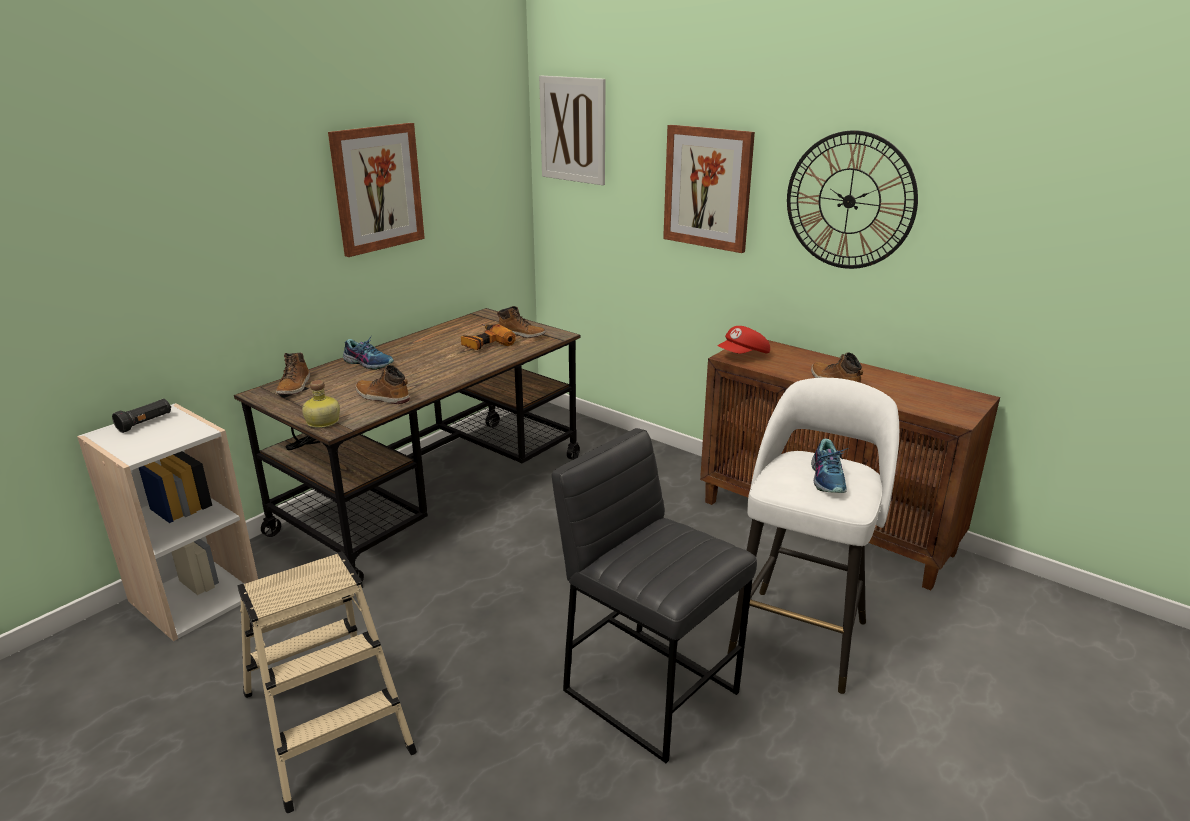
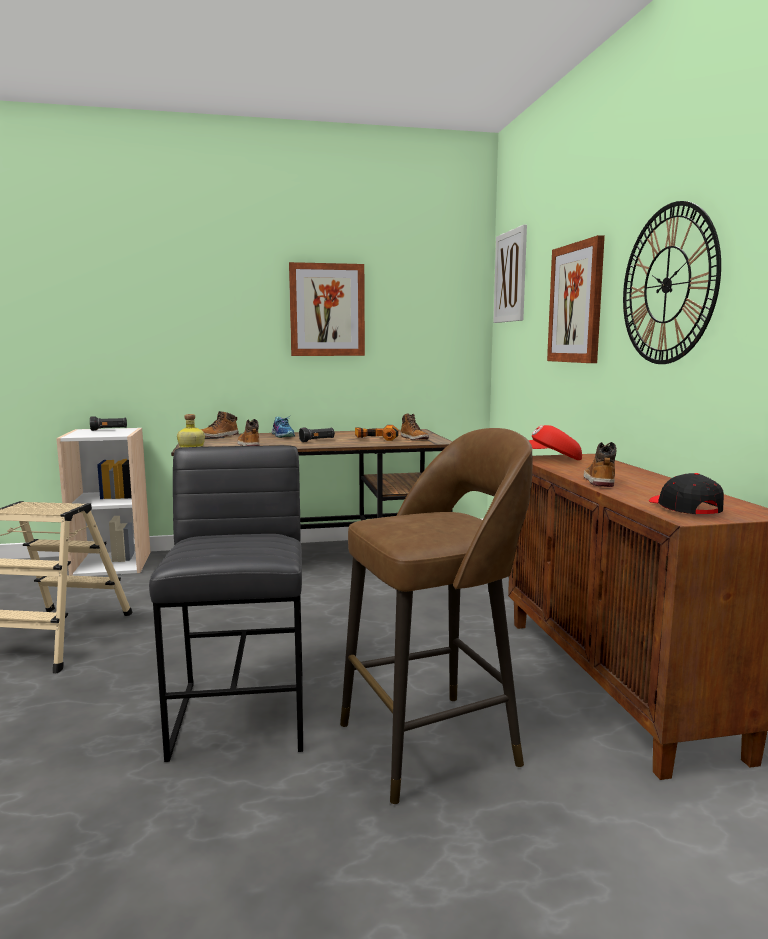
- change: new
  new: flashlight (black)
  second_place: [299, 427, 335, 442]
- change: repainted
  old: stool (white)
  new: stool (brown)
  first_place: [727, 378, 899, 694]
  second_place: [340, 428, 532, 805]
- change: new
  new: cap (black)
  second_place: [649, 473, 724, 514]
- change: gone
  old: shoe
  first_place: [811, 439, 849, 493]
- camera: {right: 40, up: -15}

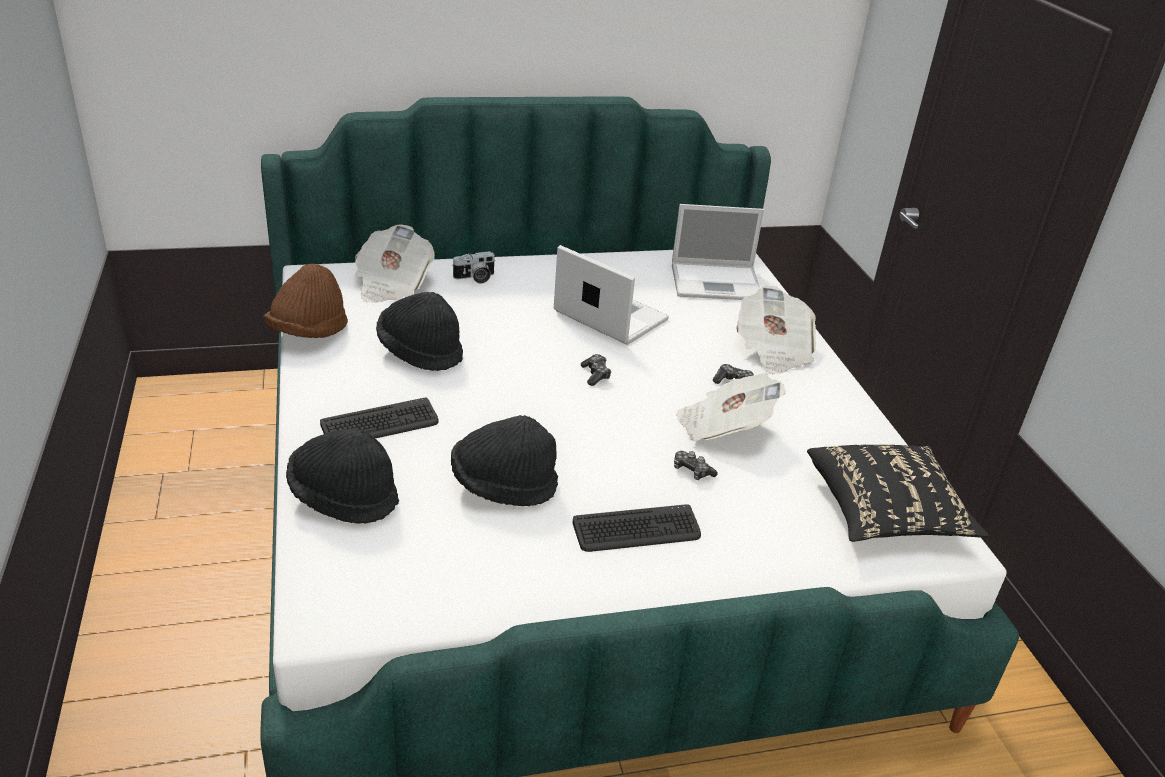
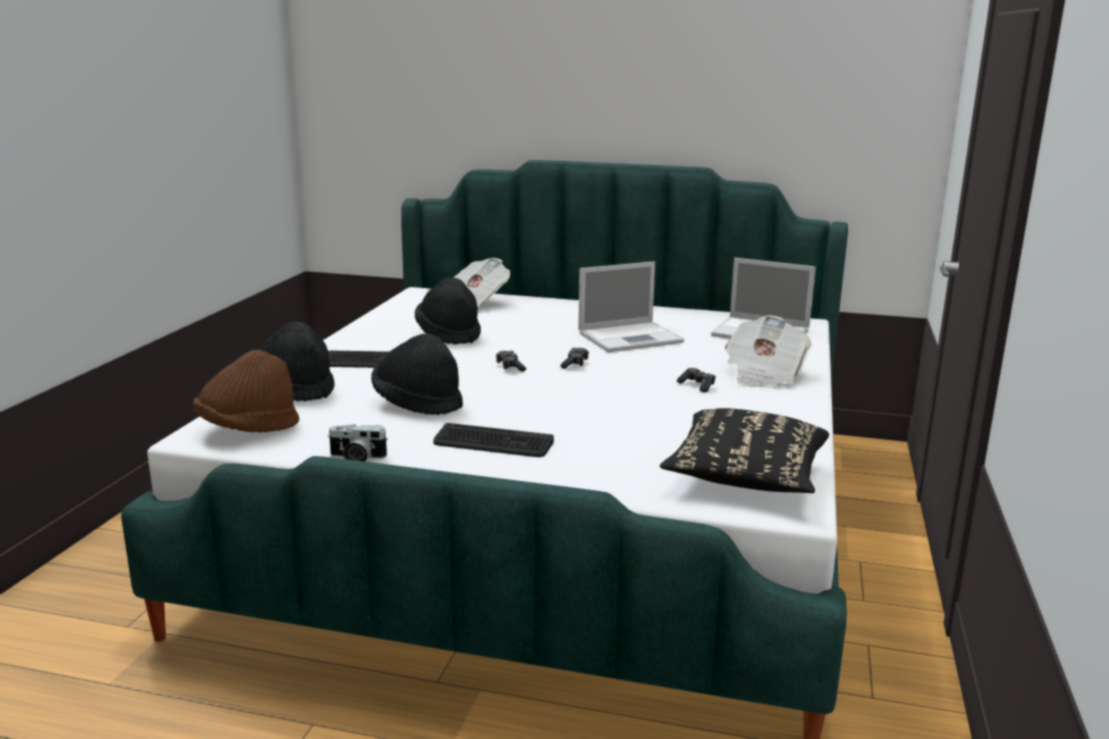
- change: shifted
  old: hat (brown)
  first_place: [264, 264, 348, 338]
  second_place: [193, 350, 299, 433]
- change: shifted
  old: photo camera
  first_place: [453, 251, 496, 284]
  second_place: [328, 424, 388, 462]
- change: shifted
  old: game controller
  first_place: [674, 451, 718, 480]
  second_place: [496, 350, 526, 372]
- change: rotated
  old: laptop
  first_place: [554, 245, 669, 345]
  second_place: [578, 261, 684, 352]
  degrees: 90
- change: gone
  old: newspaper
  first_place: [676, 373, 786, 442]
- camera: {right: 30, up: -15}

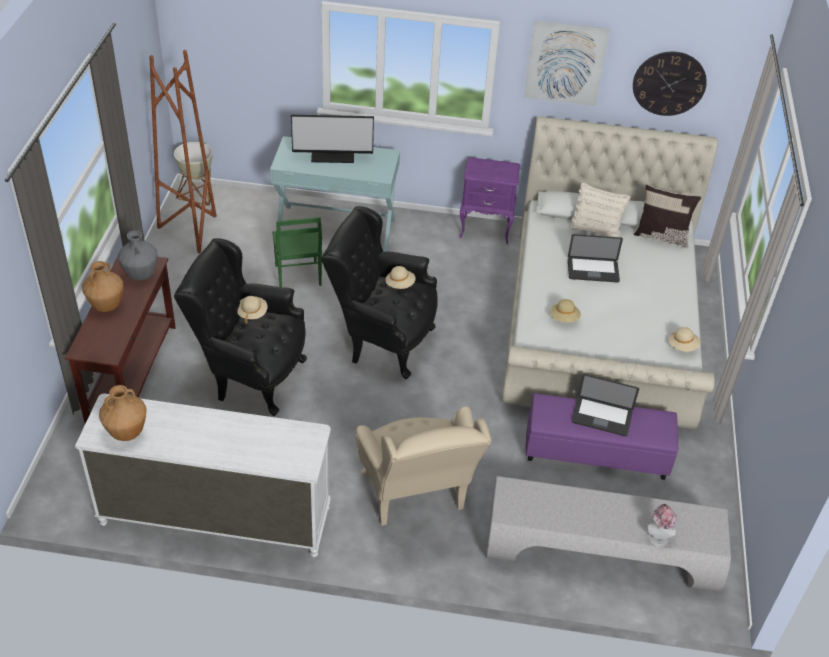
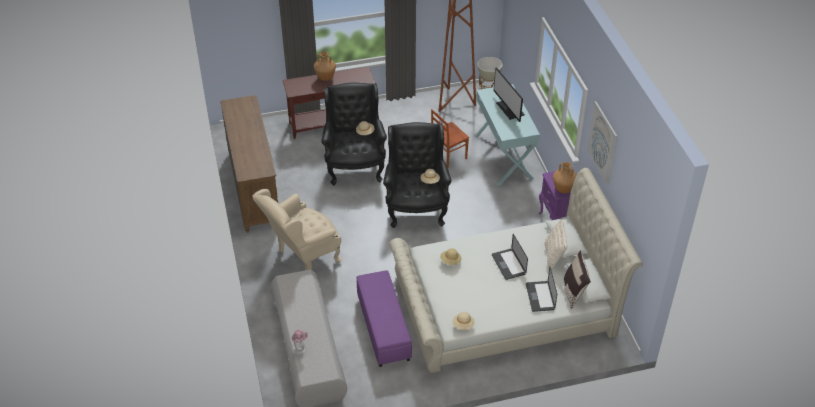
- change: repainted
  old: dresser (white)
  new: dresser (brown)
  first_place: [75, 394, 331, 557]
  second_place: [220, 95, 278, 233]
- change: repainted
  old: chair (green)
  new: chair (brown)
  first_place: [272, 217, 322, 287]
  second_place: [431, 109, 469, 168]
- change: shifted
  old: laptop
  first_place: [571, 374, 639, 436]
  second_place: [526, 267, 557, 312]
- change: shifted
  old: vase (brown)
  first_place: [99, 385, 147, 441]
  second_place: [553, 162, 577, 193]
- change: gone
  old: vase (grey)
  first_place: [118, 230, 158, 281]
- change: gone
  old: wall clock
  first_place: [633, 52, 707, 116]
- camera: {right: 70, up: 0}

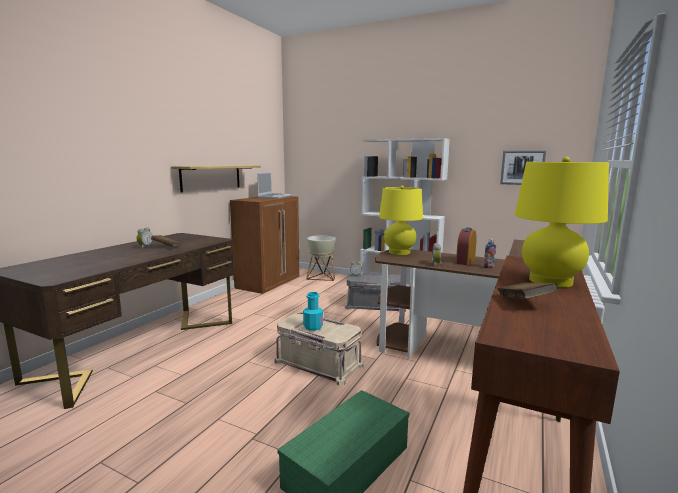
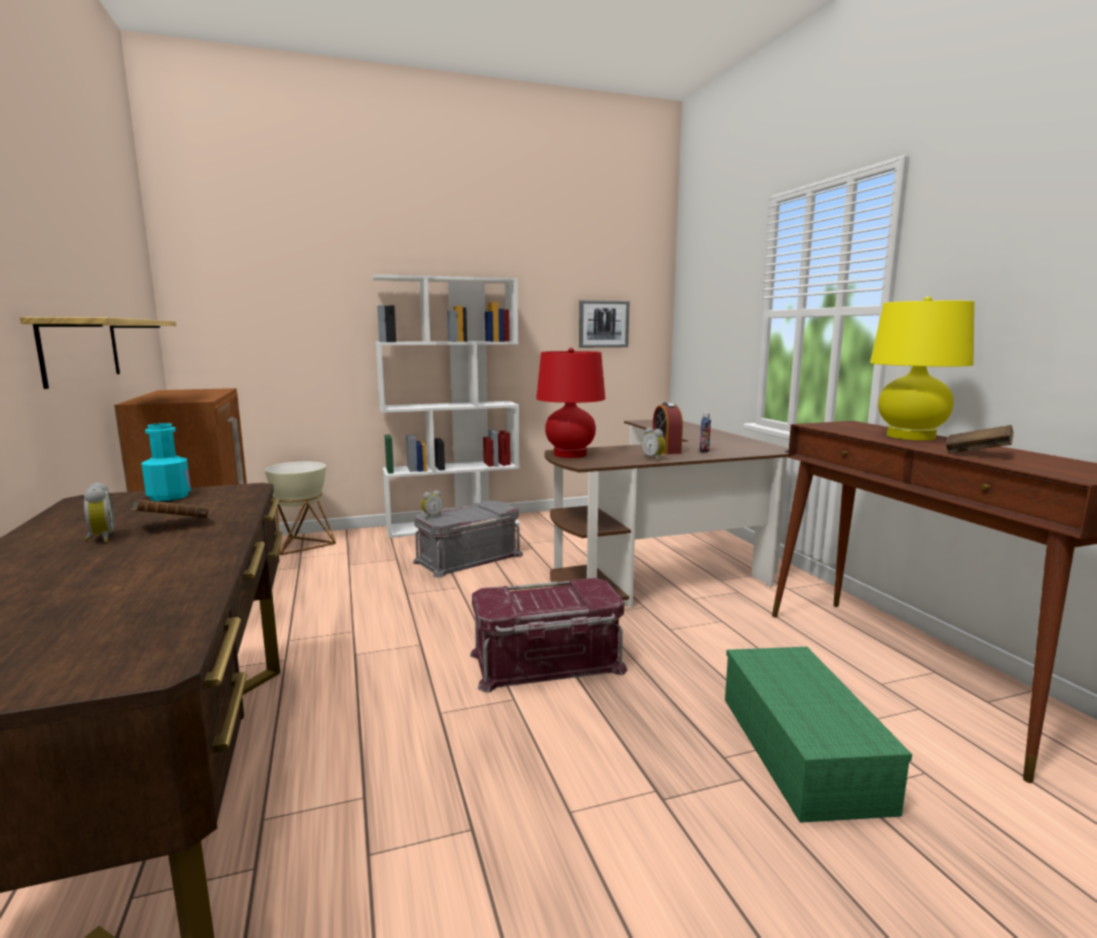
- change: shifted
  old: bottle (turquoise)
  first_place: [303, 292, 323, 331]
  second_place: [141, 423, 191, 501]
- change: repainted
  old: storage box (beige)
  new: storage box (red)
  first_place: [274, 313, 364, 385]
  second_place: [470, 578, 627, 693]
- change: repainted
  old: table lamp (yellow)
  new: table lamp (red)
  first_place: [379, 185, 423, 255]
  second_place: [536, 348, 605, 458]
- change: gone
  old: laptop
  first_place: [257, 172, 291, 199]
- camera: {right: -45, up: 0}

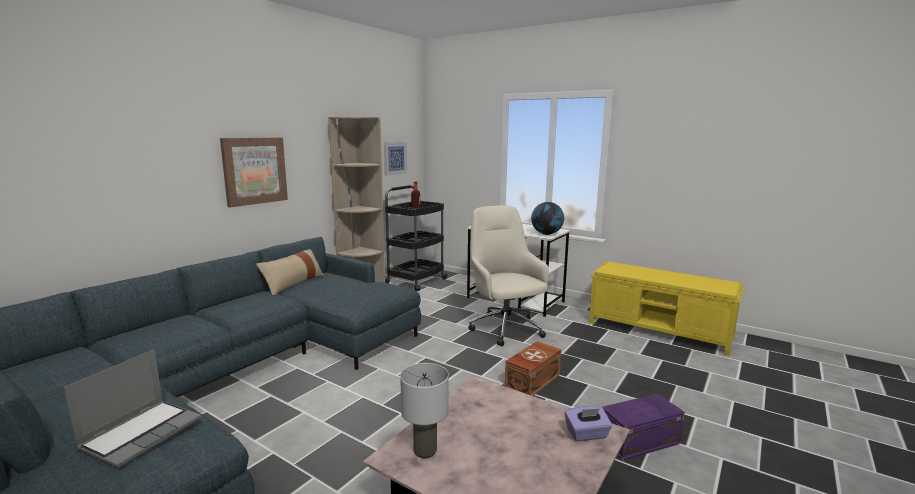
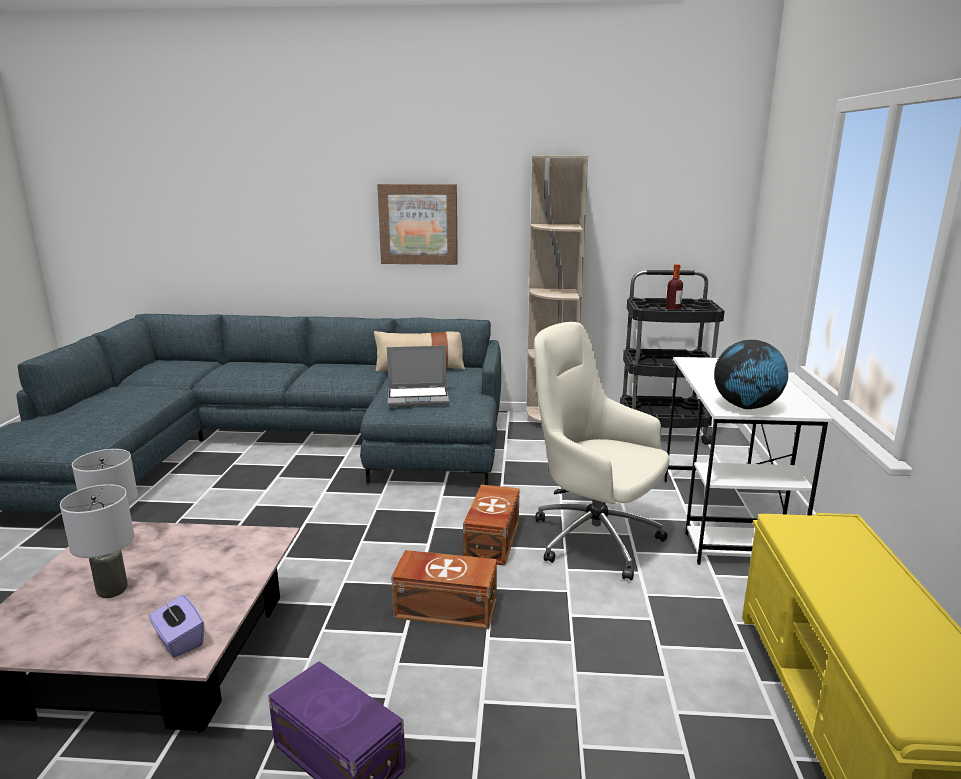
- change: new
  new: table lamp (white)
  second_place: [60, 484, 134, 598]
- change: shifted
  old: laptop
  first_place: [64, 350, 201, 468]
  second_place: [387, 346, 449, 407]
- change: new
  new: storage box (brown)
  second_place: [463, 485, 520, 566]
- change: rotated
  old: office chair (beige)
  first_place: [469, 205, 549, 346]
  second_place: [534, 322, 670, 581]
  degrees: -90
- change: gone
  old: picture
  first_place: [384, 142, 408, 176]
- camera: {right: 60, up: 5}

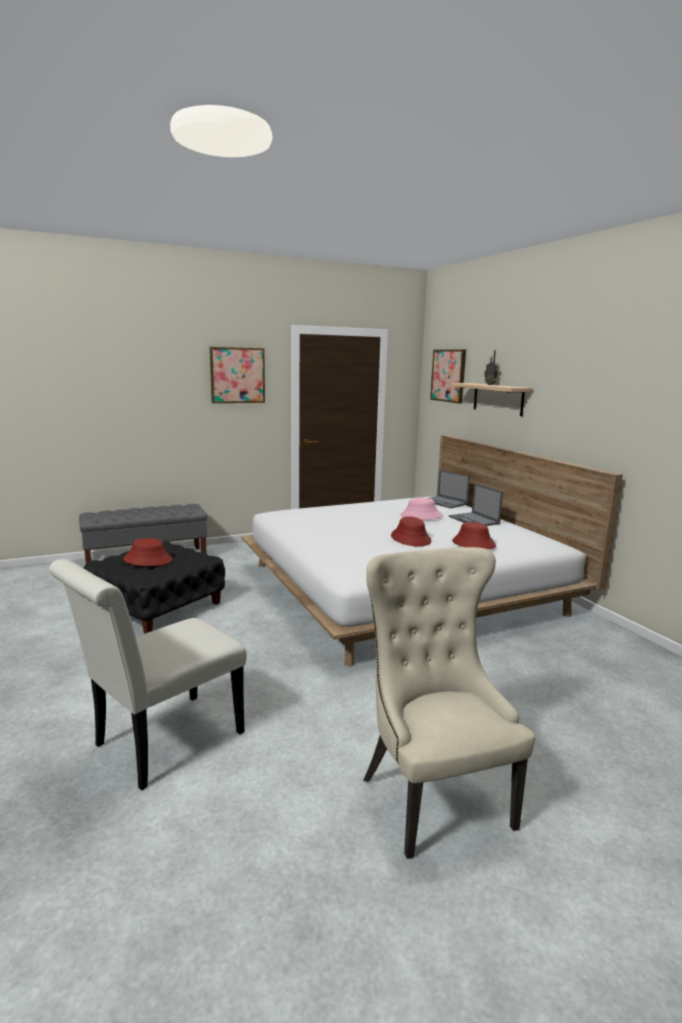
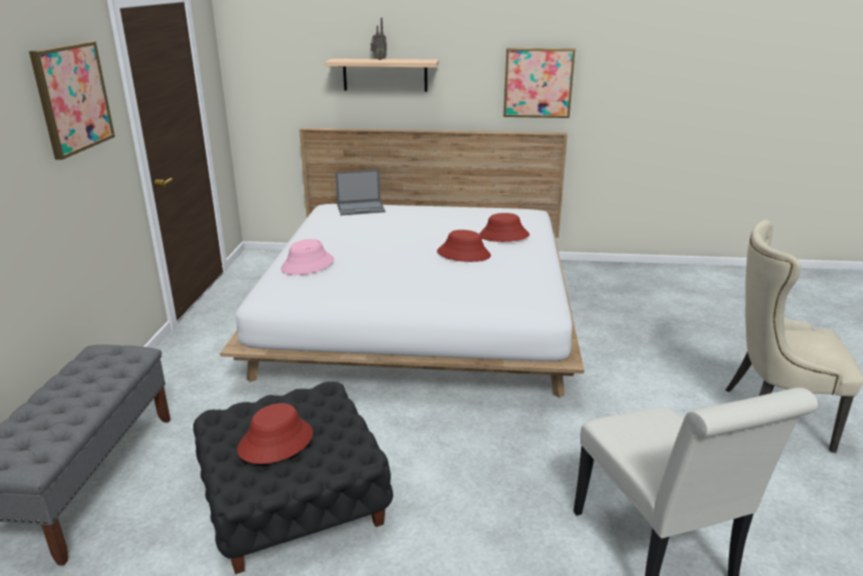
- change: shifted
  old: hat (pink)
  first_place: [401, 498, 443, 520]
  second_place: [281, 239, 334, 275]
- change: shifted
  old: picture
  first_place: [430, 350, 466, 403]
  second_place: [503, 48, 575, 118]
- change: gone
  old: laptop
  first_place: [449, 483, 503, 526]
- camera: {right: -60, up: 10}

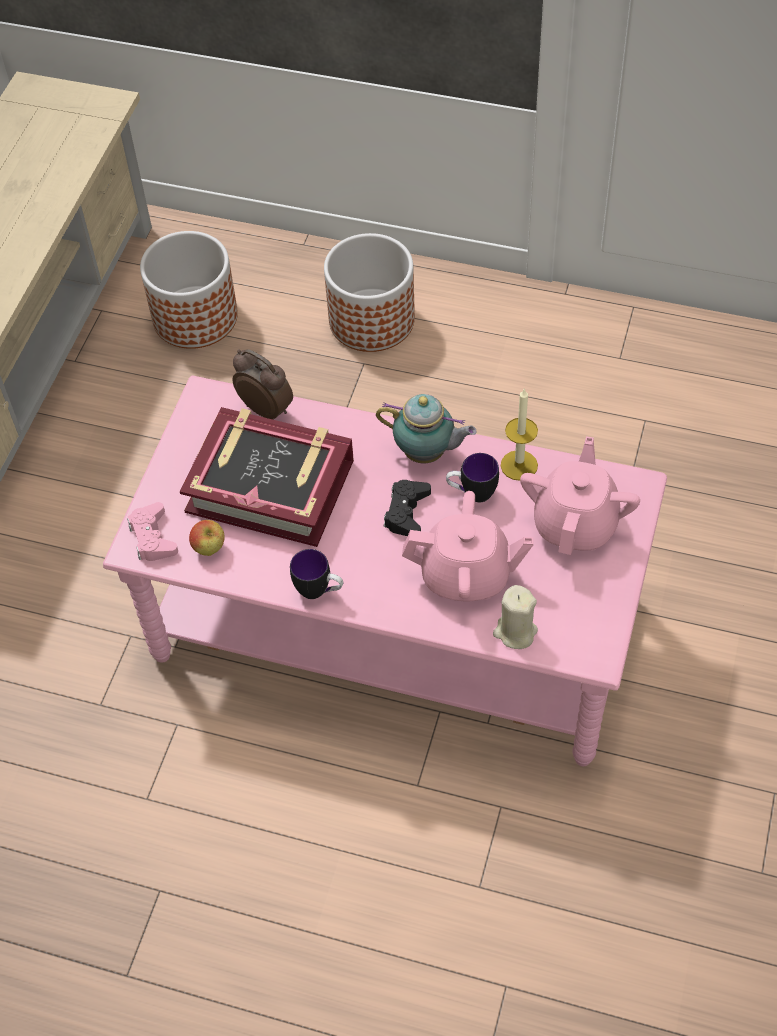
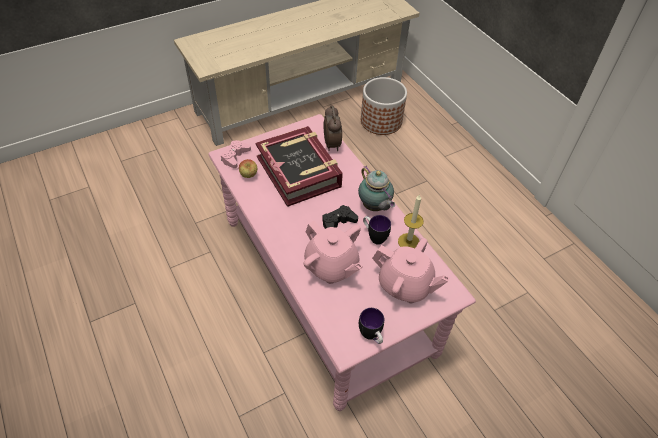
- change: shifted
  old: mug
  first_place: [290, 549, 343, 599]
  second_place: [359, 308, 384, 344]
- change: rotated
  old: teapot (pink)
  first_place: [520, 436, 640, 555]
  second_place: [372, 238, 449, 304]
  degrees: 60
- change: gone
  old: planter
  first_place: [324, 233, 415, 352]
- change: gone
  old: candle (beige)
  first_place: [493, 585, 538, 649]
- camera: {right: 40, up: -5}

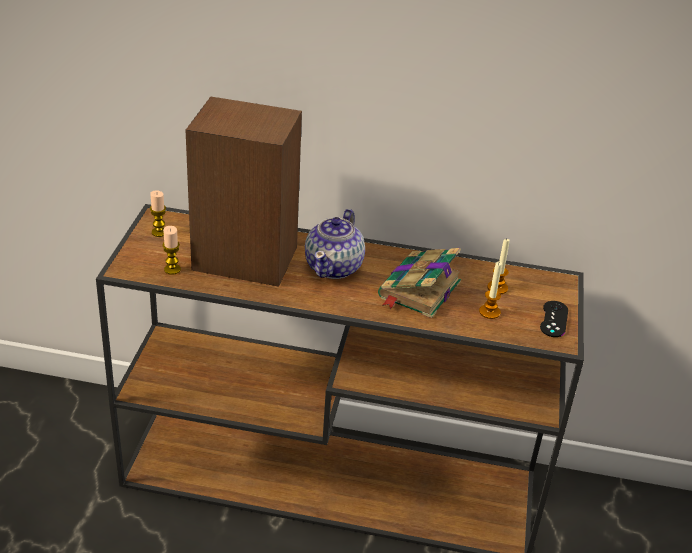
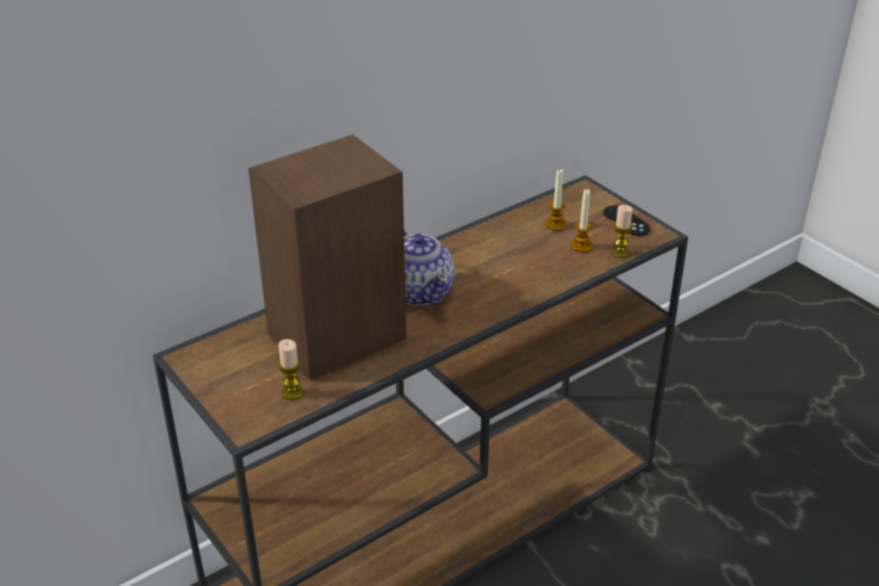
- change: shifted
  old: candle
  first_place: [150, 190, 166, 237]
  second_place: [611, 205, 633, 258]
- change: gone
  old: book
  first_place: [378, 248, 461, 318]
- camera: {right: -45, up: 0}

